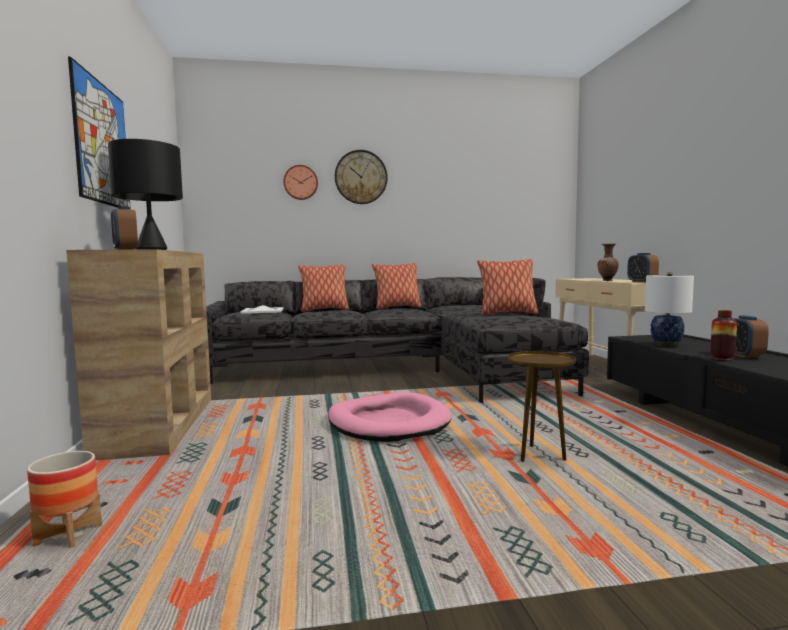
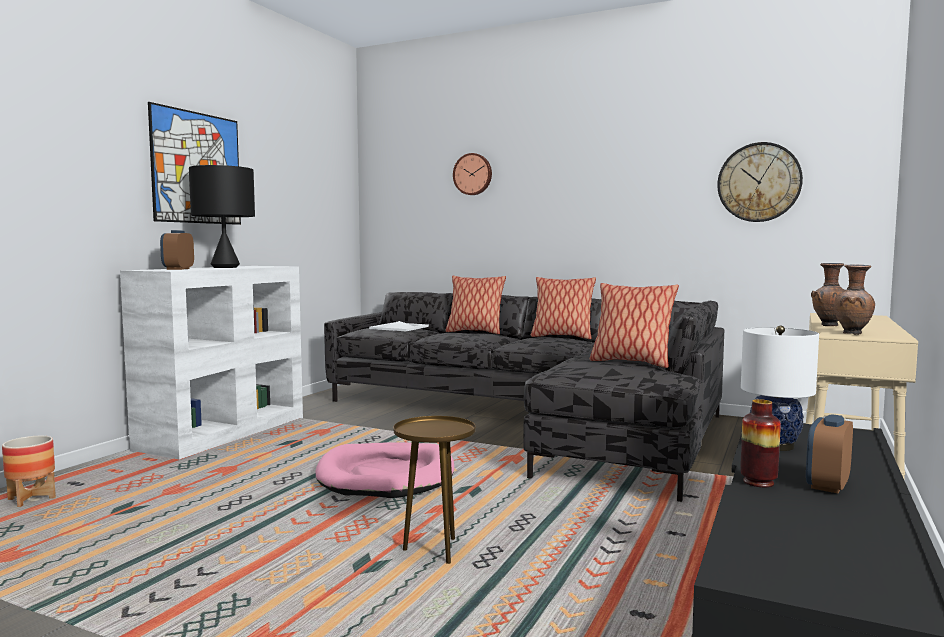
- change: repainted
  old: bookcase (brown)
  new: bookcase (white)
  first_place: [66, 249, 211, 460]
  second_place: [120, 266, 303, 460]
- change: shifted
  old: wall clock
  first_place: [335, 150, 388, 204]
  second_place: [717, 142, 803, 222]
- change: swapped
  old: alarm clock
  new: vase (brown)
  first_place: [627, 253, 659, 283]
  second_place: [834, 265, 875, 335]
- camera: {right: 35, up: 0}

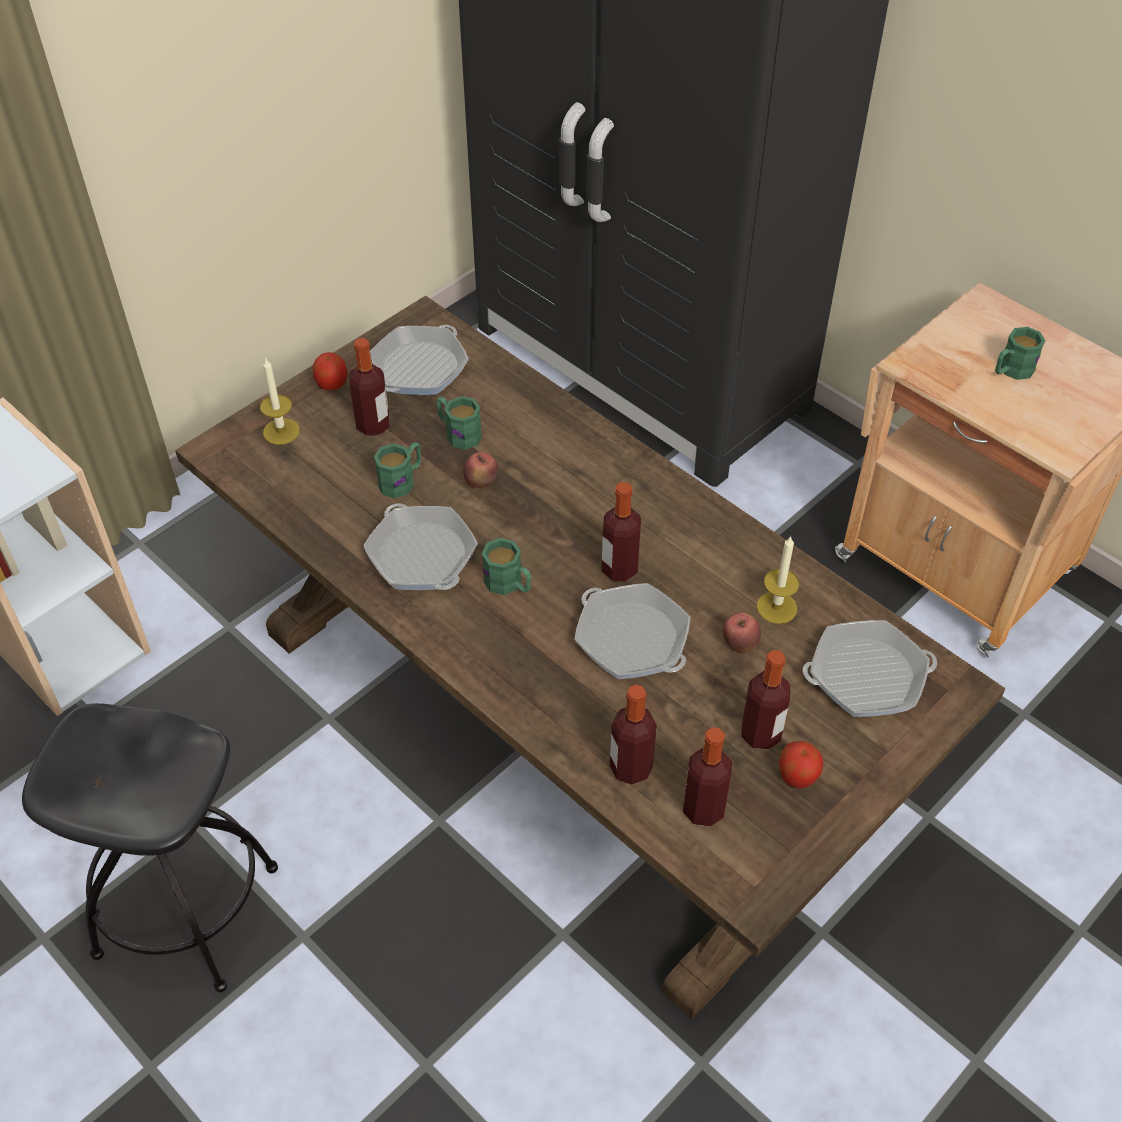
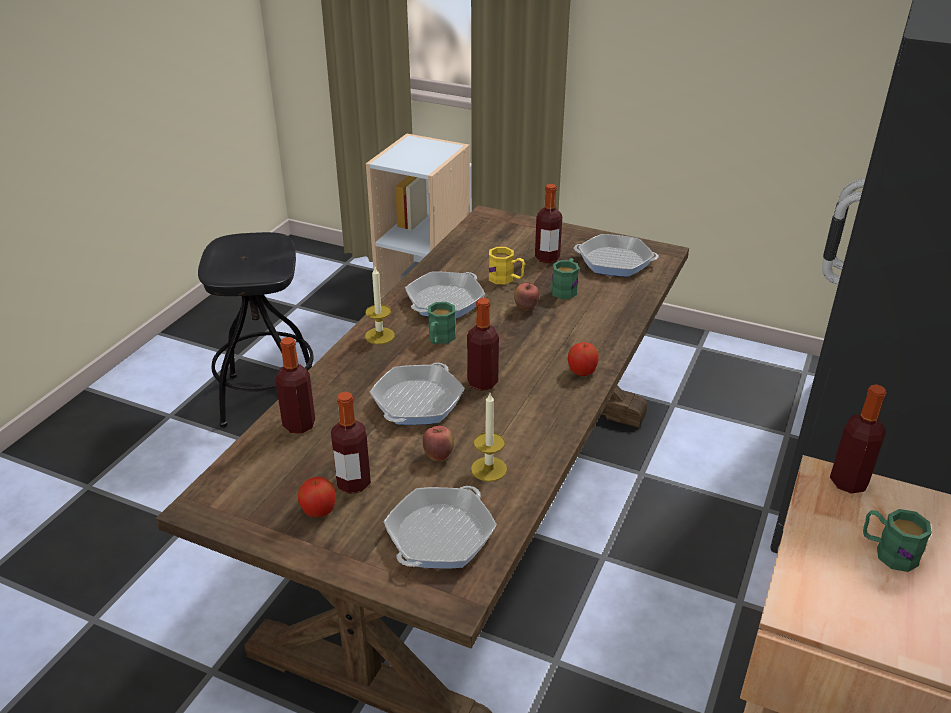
- change: shifted
  old: candle
  first_place: [260, 357, 300, 445]
  second_place: [365, 267, 395, 344]
- change: rotated
  old: frying pan
  first_place: [803, 620, 937, 717]
  second_place: [383, 486, 497, 569]
  degrees: -120
- change: repainted
  old: mug (green)
  new: mug (yellow)
  first_place: [374, 442, 421, 498]
  second_place: [489, 247, 525, 284]
- change: shifted
  old: apple
  first_place: [313, 352, 348, 391]
  second_place: [567, 342, 598, 376]
- change: shifted
  old: bottle
  first_place: [683, 727, 732, 827]
  second_place: [830, 384, 887, 493]
- camera: {right: 70, up: -15}

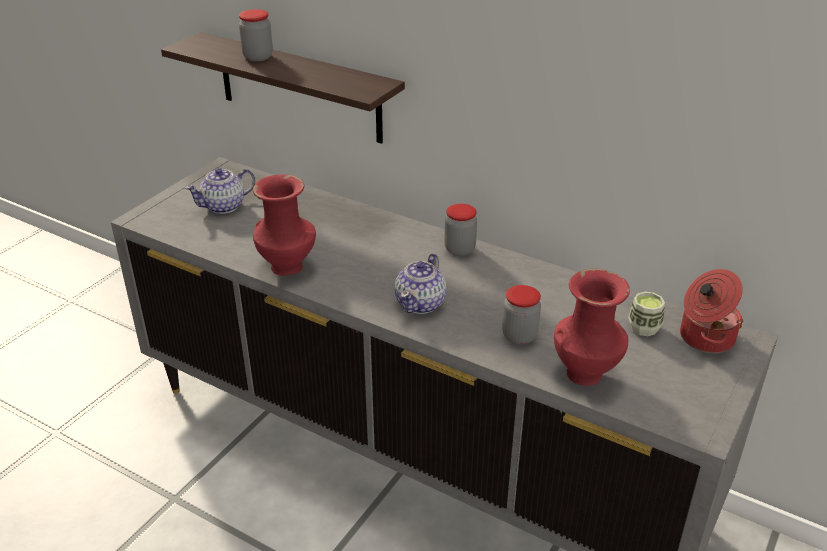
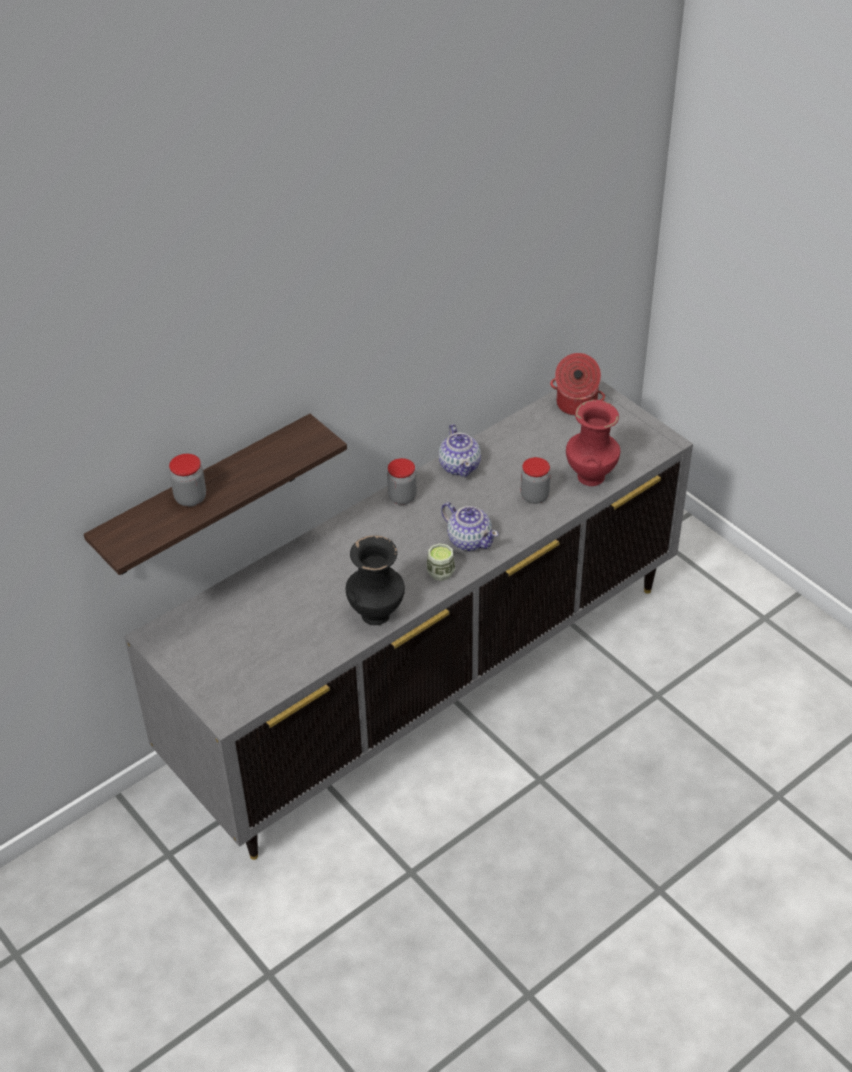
- change: repainted
  old: vase (red)
  new: vase (black)
  first_place: [253, 174, 316, 276]
  second_place: [346, 536, 405, 625]
- change: shifted
  old: cup
  first_place: [628, 292, 665, 336]
  second_place: [427, 543, 455, 581]
- change: shifted
  old: teapot
  first_place: [185, 168, 255, 214]
  second_place: [439, 424, 481, 477]
- camera: {right: -70, up: 10}

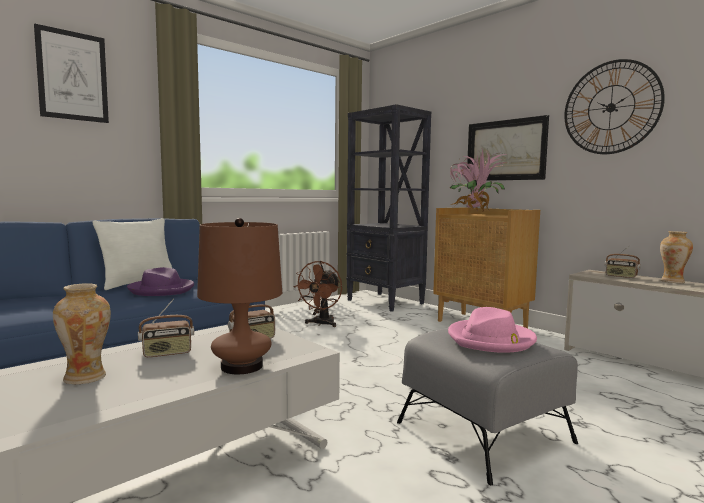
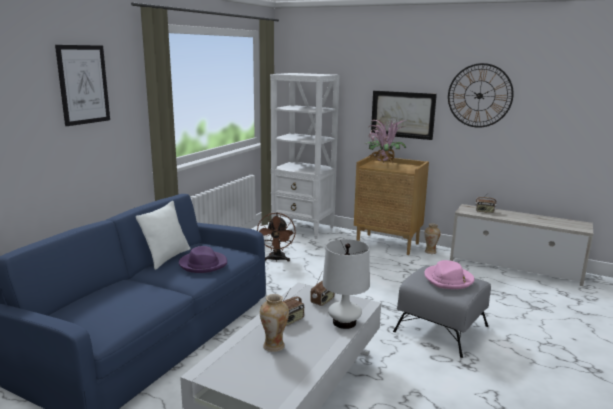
- change: repainted
  old: bookcase (black)
  new: bookcase (white)
  first_place: [346, 104, 431, 312]
  second_place: [270, 73, 340, 239]
- change: repainted
  old: table lamp (brown)
  new: table lamp (white)
  first_place: [197, 218, 282, 374]
  second_place: [322, 239, 370, 329]
- change: shifted
  old: vase
  first_place: [660, 231, 693, 283]
  second_place: [424, 223, 440, 254]
- camera: {right: -20, up: 10}

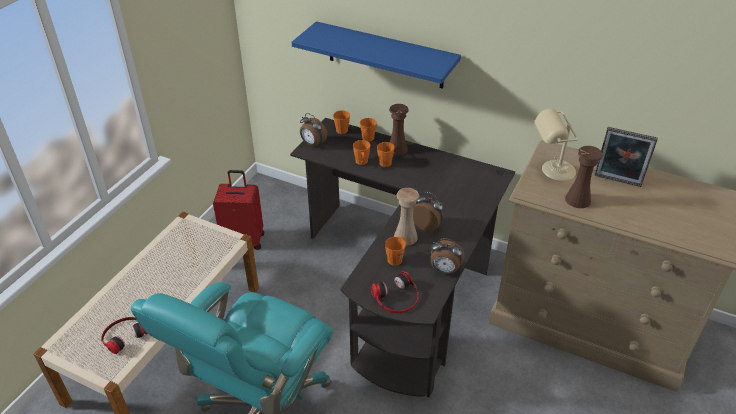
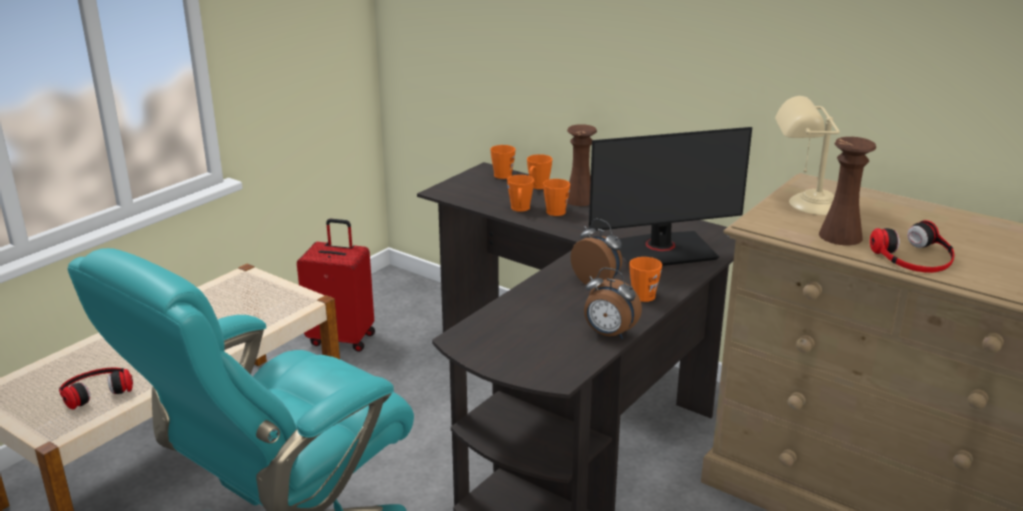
- change: new
  new: monitor
  second_place: [589, 127, 752, 266]
- change: shifted
  old: mug (orange)
  first_place: [385, 237, 406, 266]
  second_place: [629, 257, 662, 302]
- change: shifted
  old: headphones
  first_place: [371, 271, 419, 313]
  second_place: [870, 220, 954, 273]
- change: gone
  old: shelf (blue)
  first_place: [292, 21, 461, 89]
- change: gone
  old: alarm clock
  first_place: [300, 113, 327, 147]
- change: gone
  old: vase (beige)
  first_place: [394, 188, 419, 246]
- change: gone
  old: picture frame
  first_place: [594, 127, 658, 187]
- camera: {right: 10, up: -15}

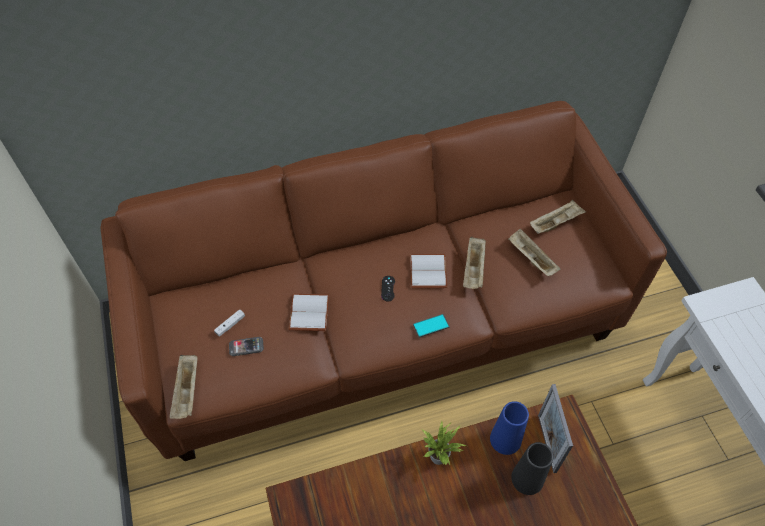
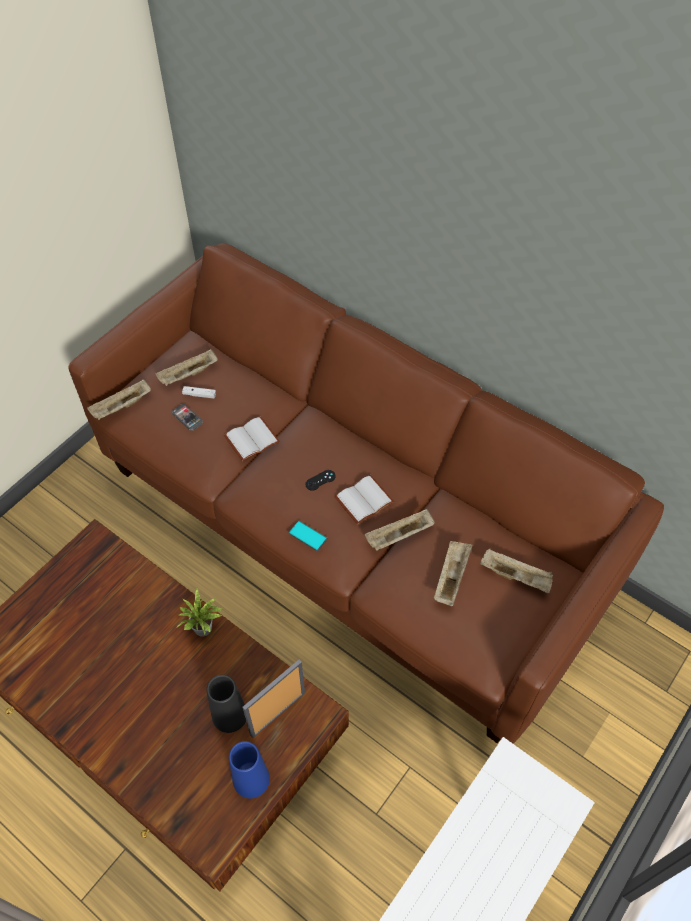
- change: new
  new: tray (beige)
  second_place: [156, 349, 218, 386]
- change: shifted
  old: vase (blue)
  first_place: [490, 401, 529, 455]
  second_place: [229, 741, 270, 798]
- camera: {right: 55, up: 0}

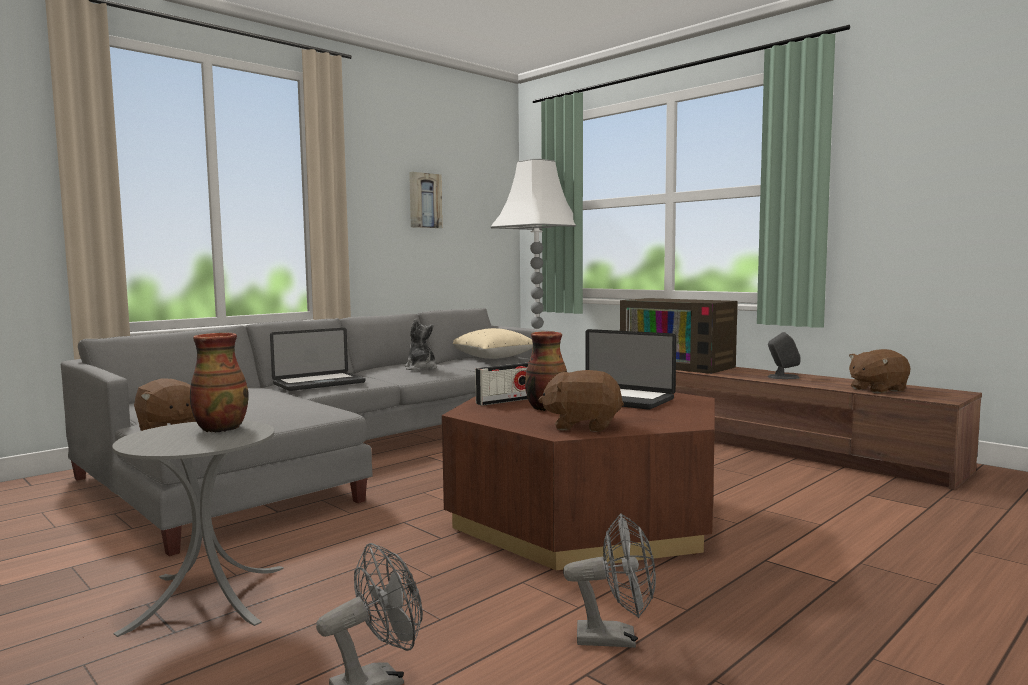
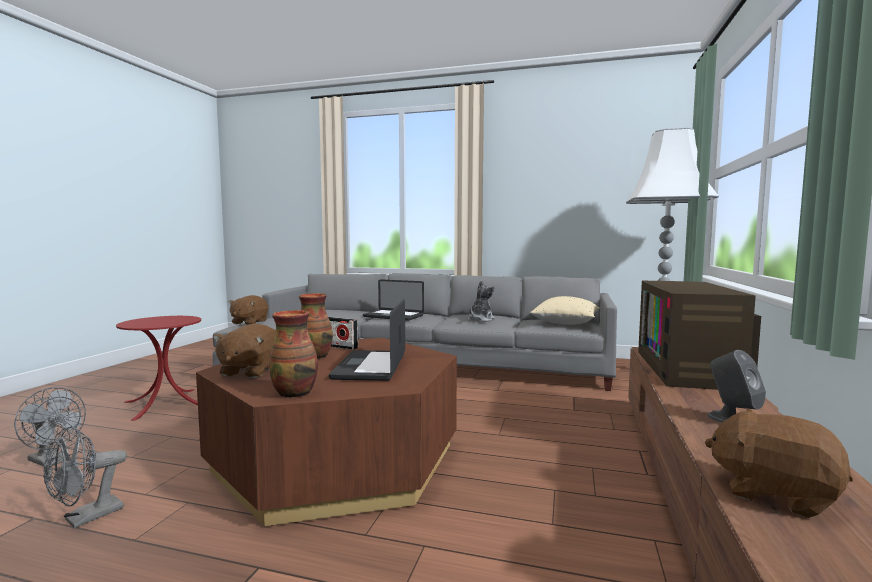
- change: rotated
  old: fan (grey)
  first_place: [563, 513, 656, 648]
  second_place: [43, 427, 127, 528]
  degrees: 60
- change: repainted
  old: side table (grey)
  new: side table (red)
  first_place: [112, 420, 284, 637]
  second_place: [116, 316, 201, 421]
- change: rotated
  old: plush toy (brown)
  first_place: [538, 370, 624, 432]
  second_place: [213, 324, 276, 378]
  degrees: -150
- change: shifted
  old: vase
  first_place: [190, 333, 249, 433]
  second_place: [269, 310, 318, 398]
- change: gone
  old: picture
  first_place: [409, 172, 442, 228]
- camera: {right: 60, up: 0}

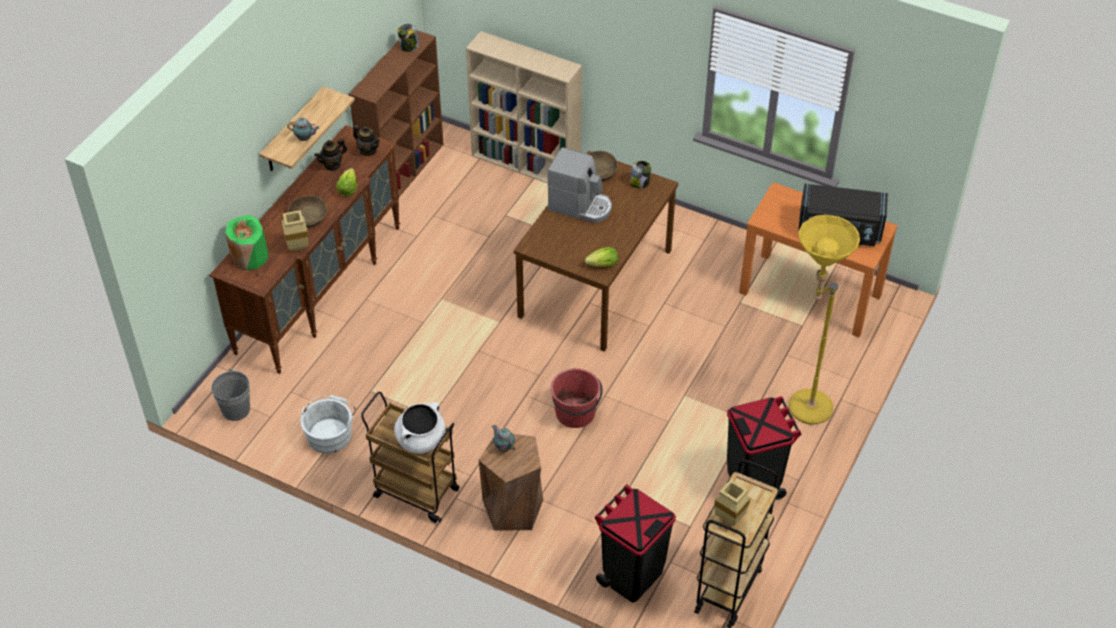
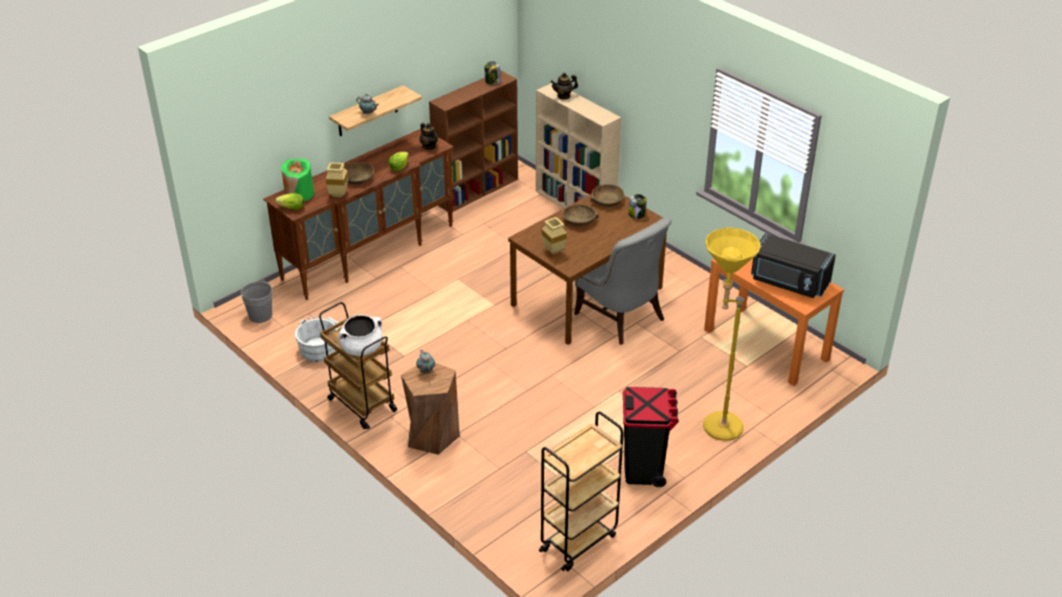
- change: shifted
  old: lettuce
  first_place: [585, 247, 618, 267]
  second_place: [275, 193, 304, 210]
- change: shifted
  old: vase (beige)
  first_place: [714, 479, 751, 526]
  second_place: [542, 217, 567, 255]
- change: shifted
  old: teapot
  first_place: [314, 138, 347, 171]
  second_place: [550, 72, 578, 99]
- change: swapped
  old: coffee machine
  new: bowl (brown)
  first_place: [548, 147, 612, 223]
  second_place: [562, 204, 599, 227]
- change: new
  new: chair (grey)
  second_place: [574, 218, 672, 345]
- change: gone
  old: bucket (red)
  first_place: [551, 368, 603, 428]
- change: gone
  old: trash can (black)
  first_place: [595, 485, 676, 602]
- camera: {right: 20, up: -10}

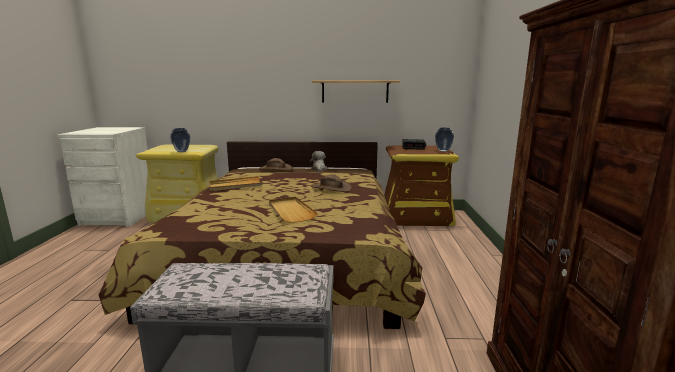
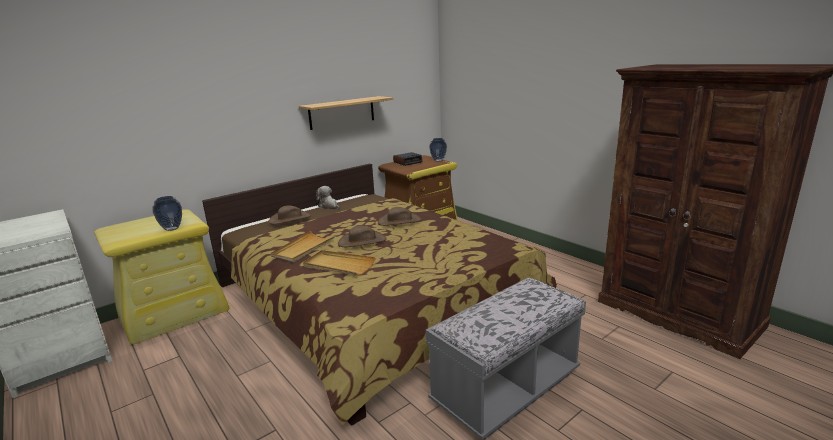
- change: shifted
  old: tray (beige)
  first_place: [269, 197, 318, 223]
  second_place: [303, 250, 376, 275]
- change: new
  new: hat (brown)
  second_place: [338, 225, 387, 247]
- camera: {right: -40, up: 5}

